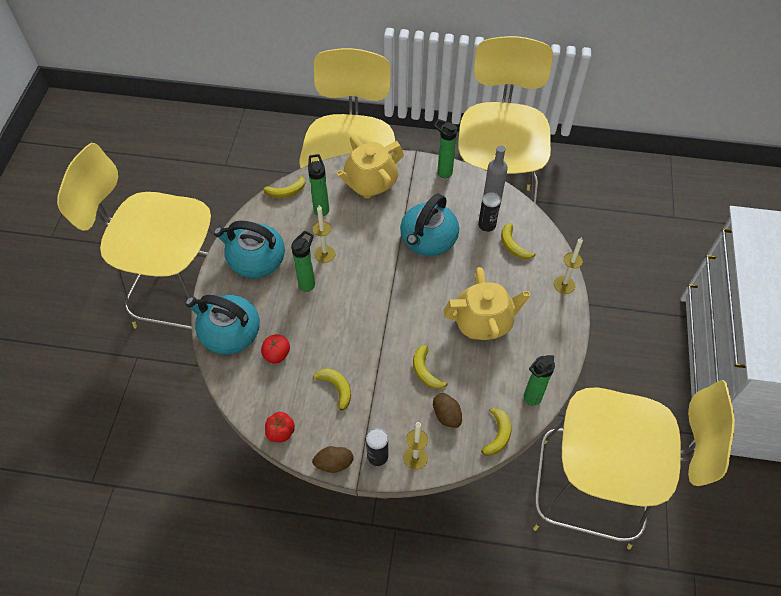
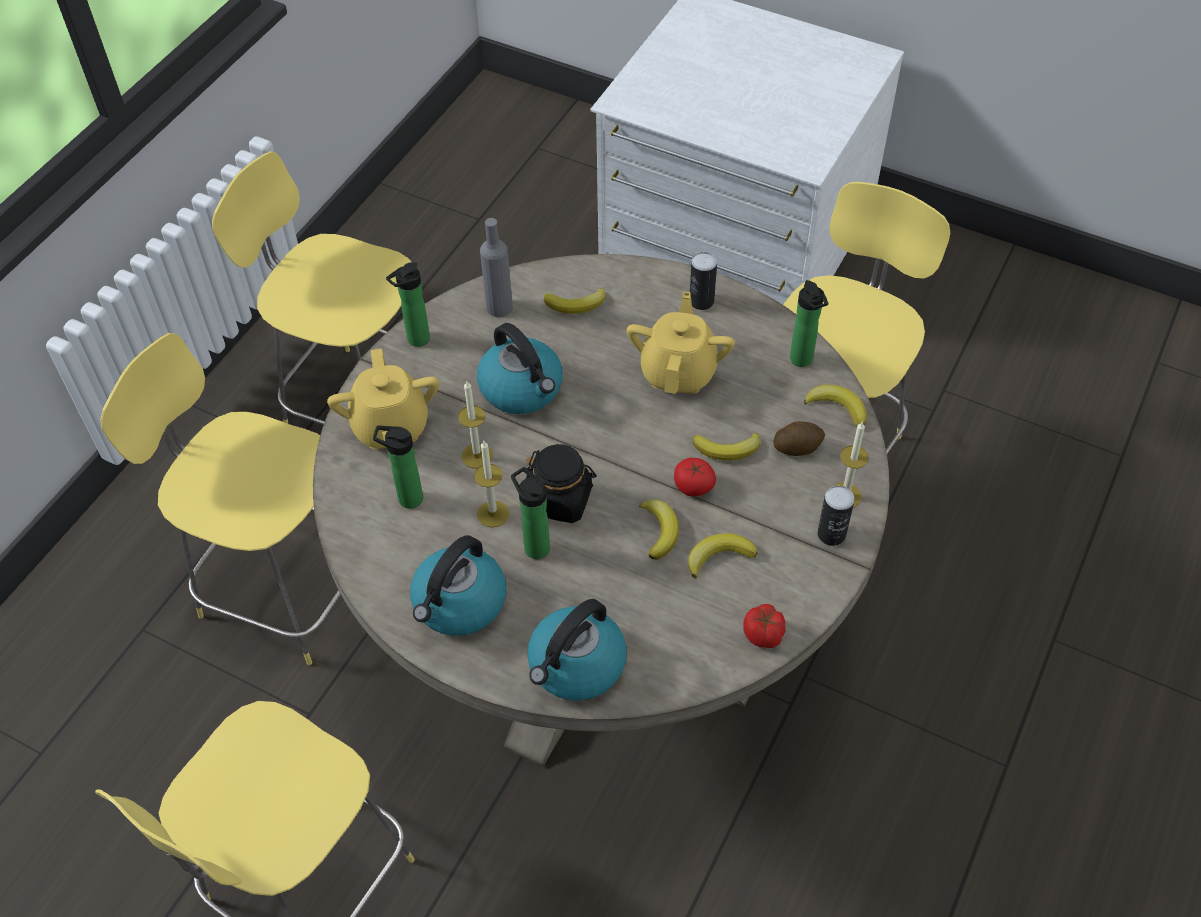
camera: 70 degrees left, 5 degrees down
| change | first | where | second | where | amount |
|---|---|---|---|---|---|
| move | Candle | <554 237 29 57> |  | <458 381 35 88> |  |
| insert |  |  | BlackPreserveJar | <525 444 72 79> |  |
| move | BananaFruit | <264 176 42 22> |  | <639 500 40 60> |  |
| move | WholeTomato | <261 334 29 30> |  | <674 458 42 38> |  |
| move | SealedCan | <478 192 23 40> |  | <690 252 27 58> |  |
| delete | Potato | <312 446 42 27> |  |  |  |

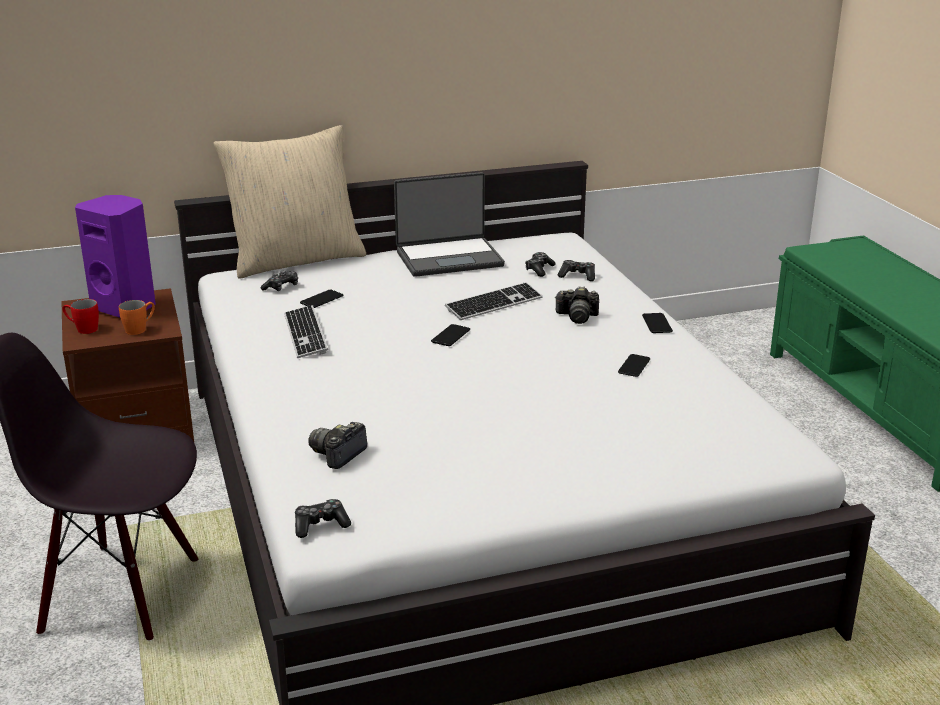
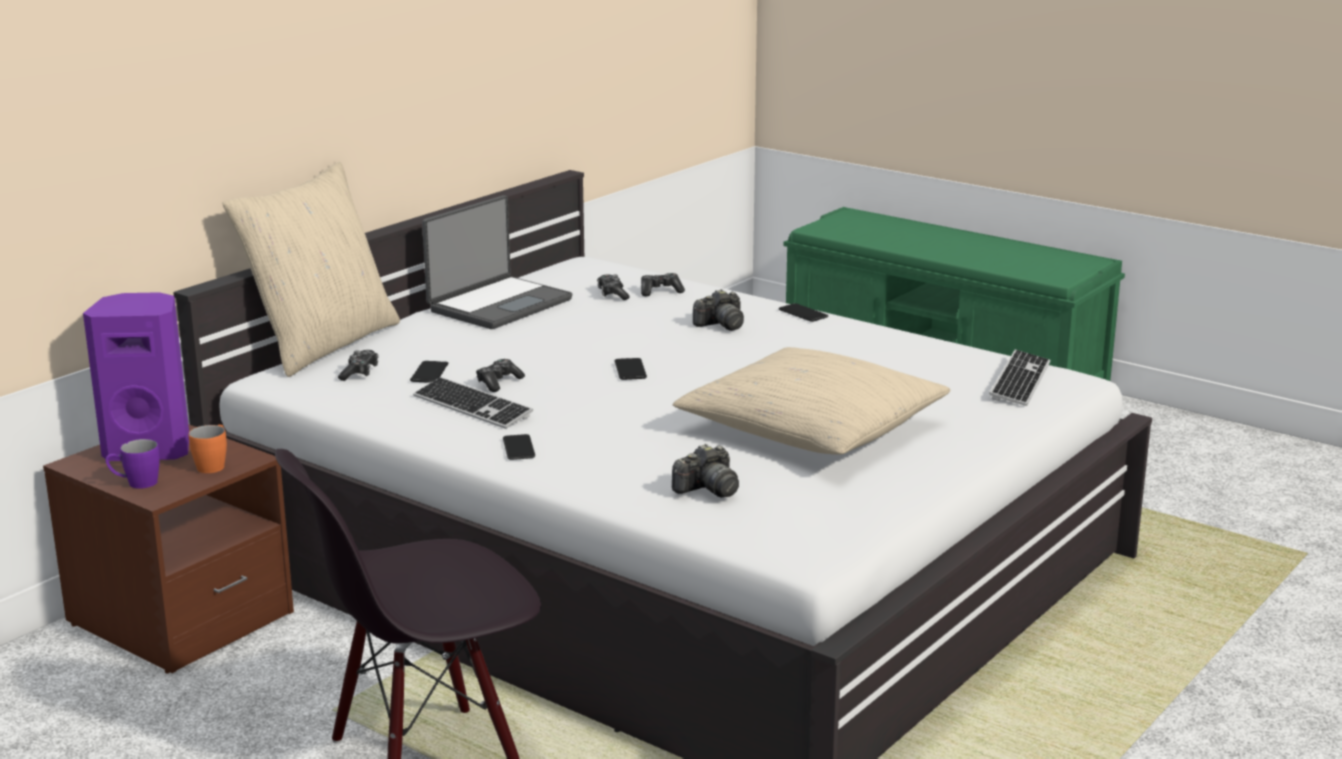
camera: 35 degrees left, 5 degrees down
| change | first | where | second | where | amount |
|---|---|---|---|---|---|
| recolor | ReddishTeaMug | <62 299 37 35> | PurplishTeaMug | <105 439 55 50> |  |
| move | Joypad | <295 499 56 39> |  | <476 359 49 33> |  |
| move | Telephone | <618 354 32 23> |  | <503 434 32 26> |  |
| rotate | StillCamera | <308 422 59 47> |  | <672 444 67 54> | 120 degrees counterclockwise |
| insert |  |  | BeigeThrowPillow | <673 347 277 108> |  |
| move | PcKeyboard | <445 282 98 38> |  | <989 350 62 56> |  |

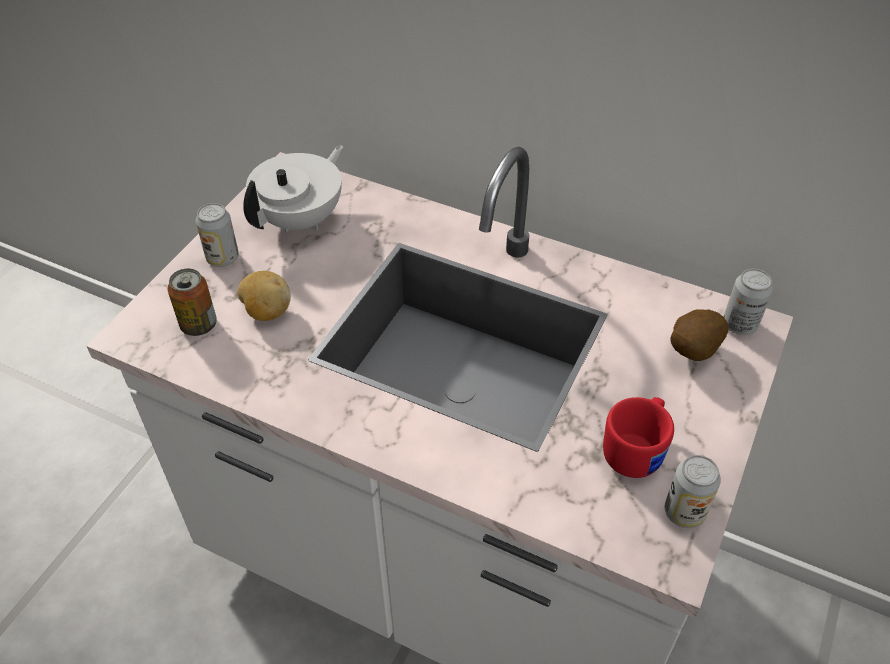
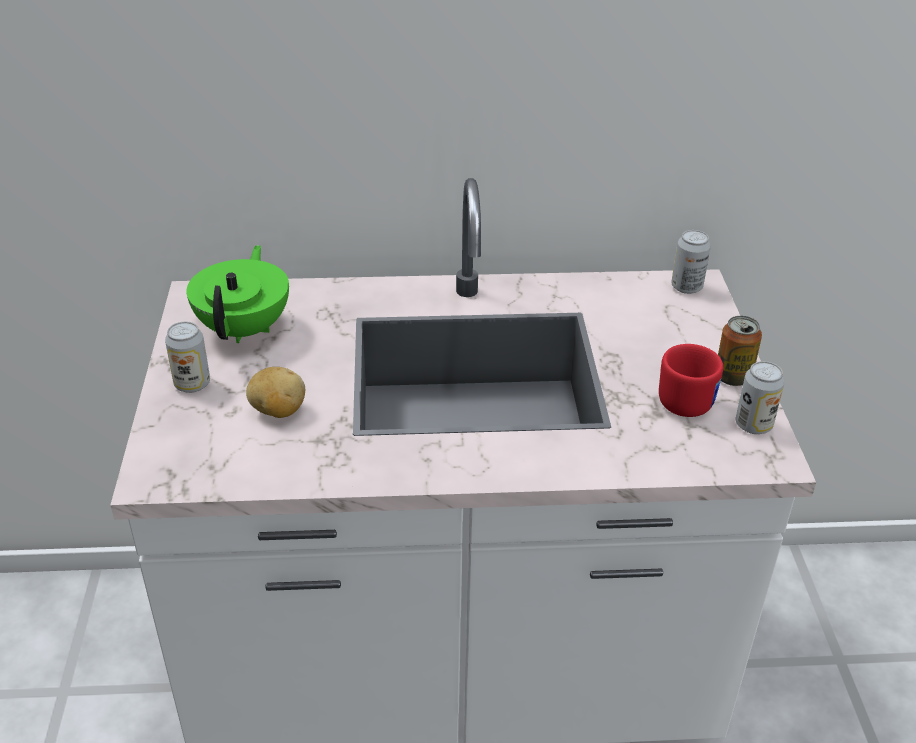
camera: 30 degrees left, 10 degrees down
| change | first | where | second | where | amount |
|---|---|---|---|---|---|
| recolor | WhiteTeapot | <243 145 100 87> | GreenishTeapot | <186 245 103 98> |  |
| move | SealedCan | <168 268 49 68> |  | <718 316 44 70> |  |
| delete | Potato | <670 310 59 51> |  |  |  |

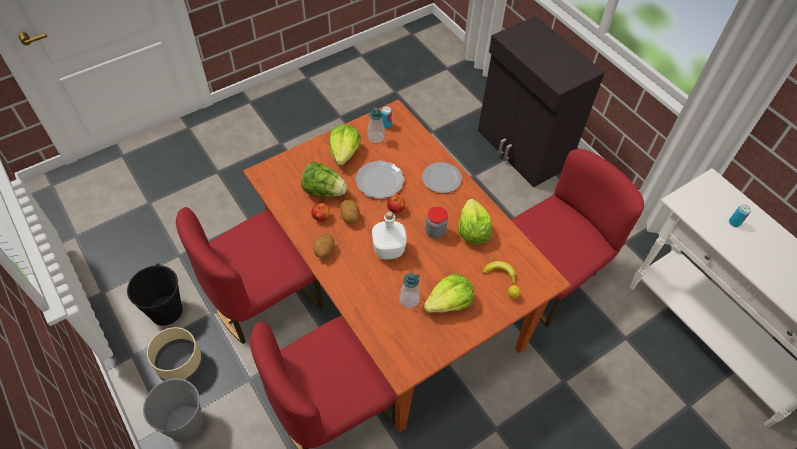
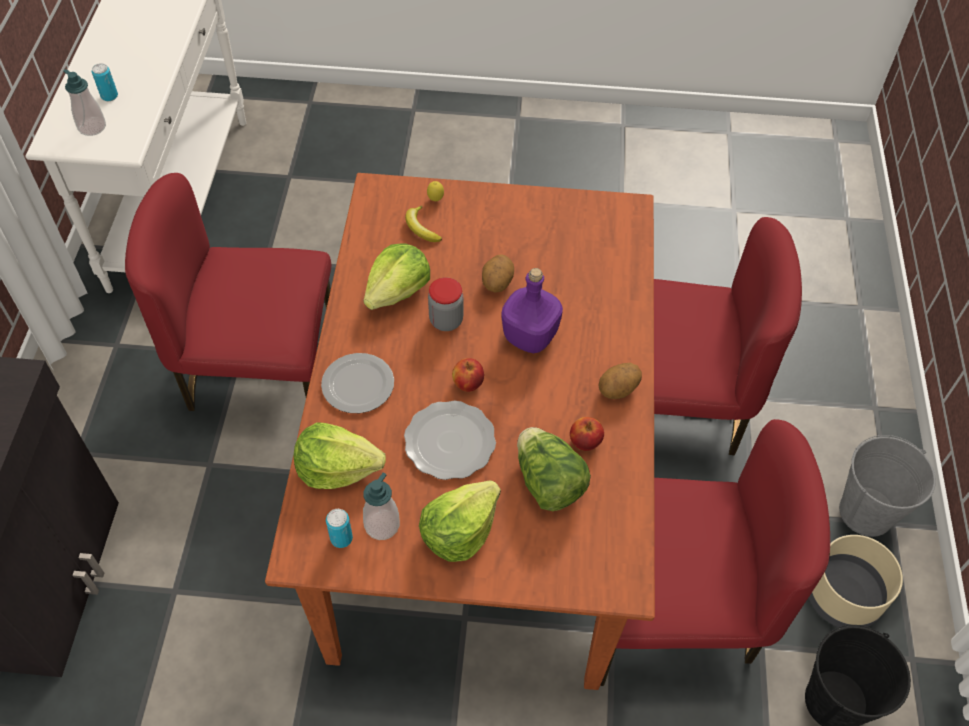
camera: 140 degrees left, 0 degrees up
| change | first | where | second | where | amount |
|---|---|---|---|---|---|
| move | SoapDispenser | <399 273 21 35> |  | <63 69 43 67> |  |
| move | LettuceHead | <424 274 50 39> |  | <294 422 92 67> |  |
| move | Potato | <340 200 20 24> |  | <482 254 32 39> |  |
| recolor | WhiteBottle | <372 211 35 49> | PurplishBottle | <501 268 62 85> |  |

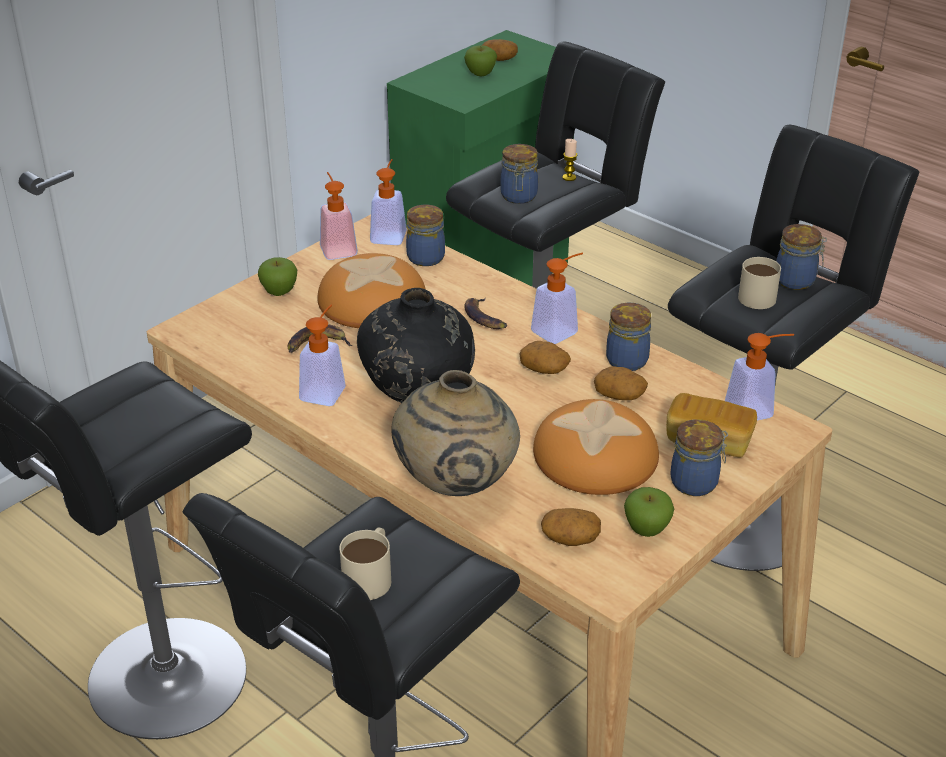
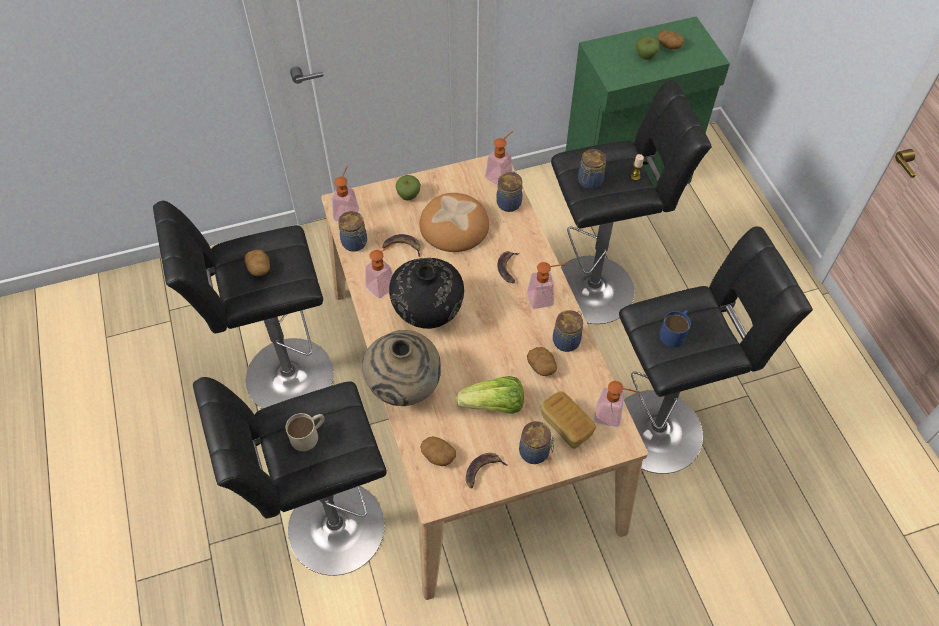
camera: 30 degrees right, 20 degrees up
| change | first | where | second | where | amount |
|---|---|---|---|---|---|
| move | Potato | <520 341 51 33> |  | <245 250 25 27> |  |
| move | SoapDispenser | <320 172 38 88> |  | <332 166 27 55> |  |
| move | PreserveJar | <776 224 51 66> |  | <338 211 29 41> |  |
| replace | Bread | <533 399 126 96> | LettuceHead | <456 376 68 38> |  |
| replace | WholeApple | <624 487 50 50> | BananaFruit | <466 453 42 36> |  |
| recolor | BeigeTeaMug | <738 257 43 52> | BlueTeaMug | <659 310 32 37> |  |

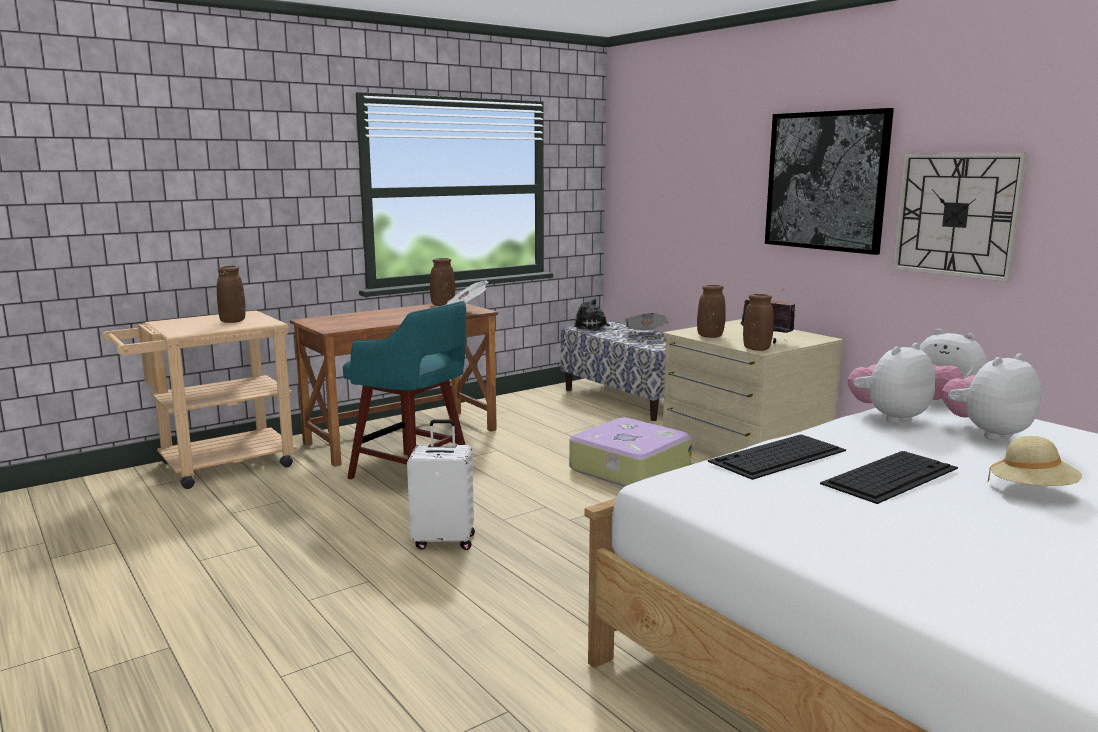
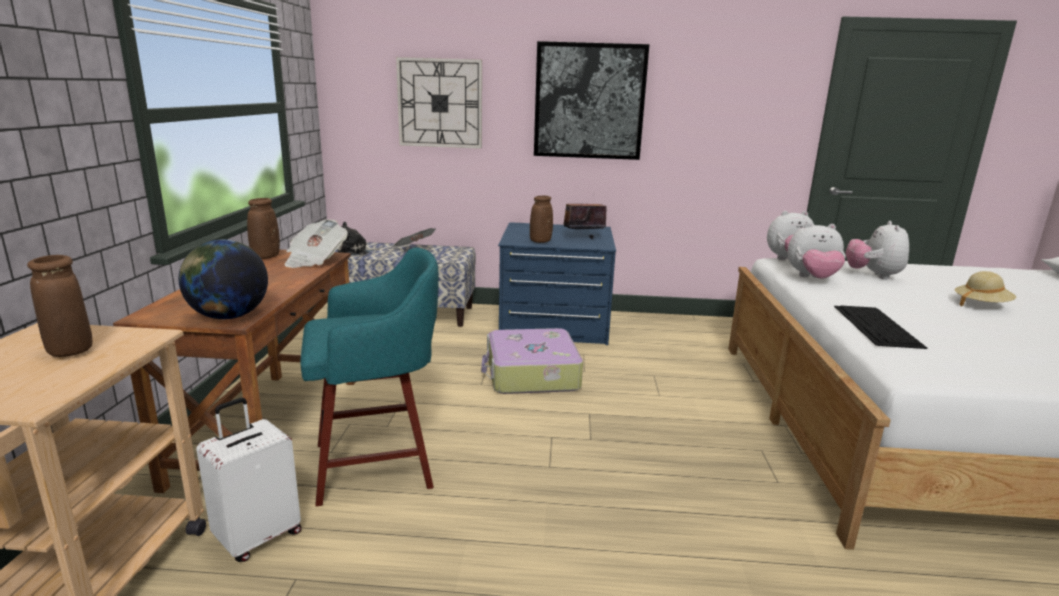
camera: 50 degrees left, 5 degrees up
| change | first | where | second | where | amount |
|---|---|---|---|---|---|
| insert |  |  | WorldGlobe | <179 240 89 79> |  |
| move | WhitePieceOfLuggage | <407 419 68 131> |  | <196 398 105 164> |  |
| move | WallClock | <893 152 135 130> |  | <396 57 86 92> |  |
| recolor | BeigeDresser | <663 319 180 138> | BlueDresser | <498 222 118 123> |  |
| rotate | PlushToy | <848 343 87 81> |  | <788 223 58 56> | 90 degrees counterclockwise |
| delete | BrownFlowerVase | <743 294 31 57> |  |  |  |
| delete | PcKeyboard | <820 451 138 53> |  |  |  |

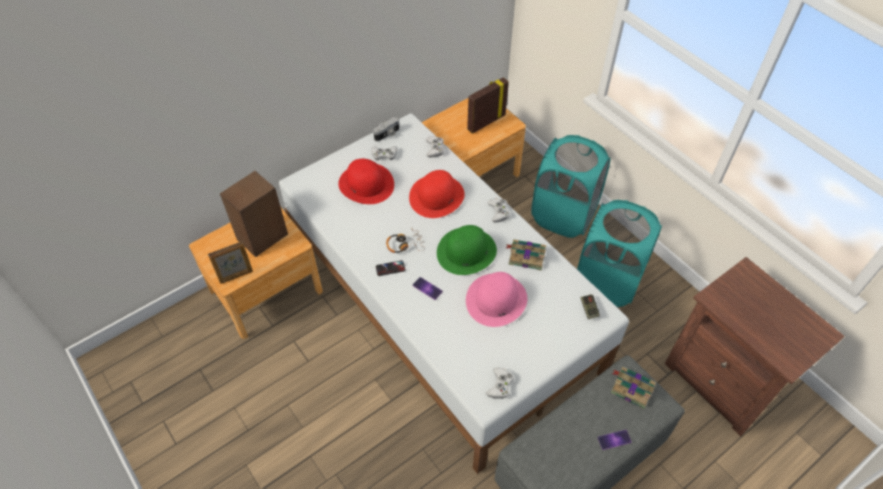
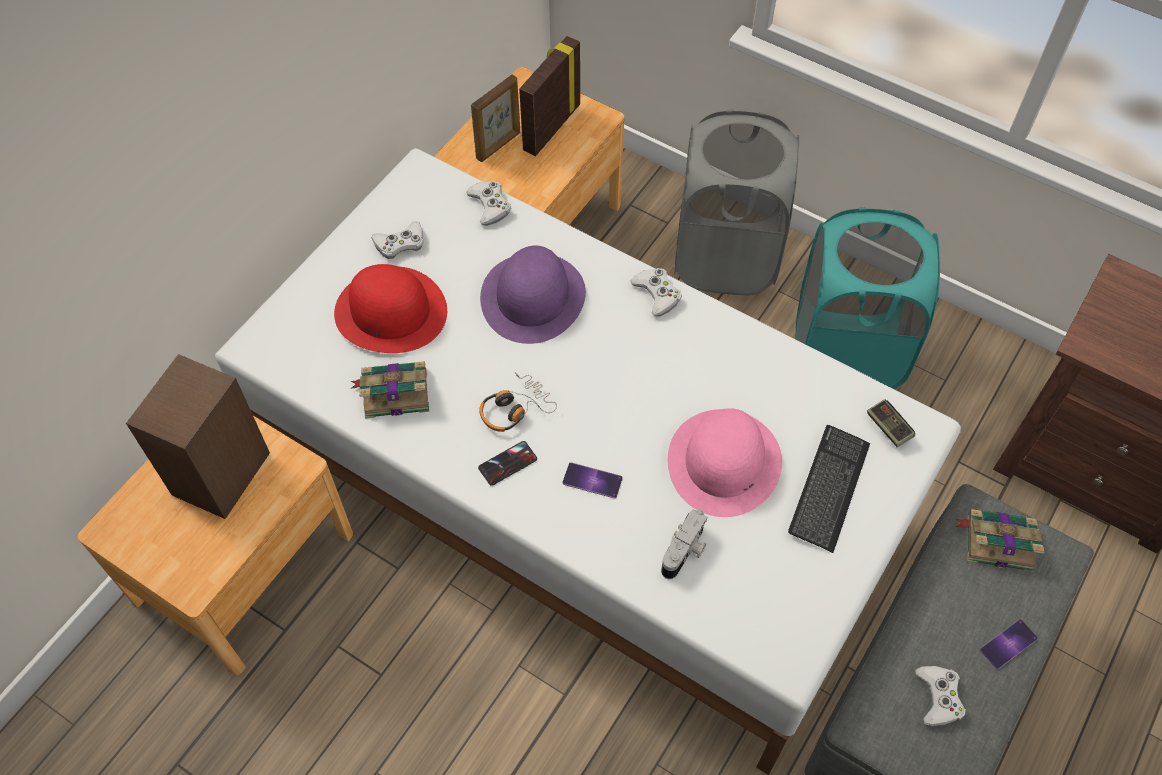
camera: 20 degrees left, 5 degrees up
| change | first | where | second | where | amount |
|---|---|---|---|---|---|
| move | BoundBook | <506 239 40 32> |  | <351 361 78 58> |  |
| move | StandingFrame | <208 241 45 43> |  | <471 74 49 88> |  |
| recolor | ReddishHat | <409 170 56 48> | PurplishHat | <480 246 106 98> |  |
| move | StillCamera | <373 117 26 24> |  | <661 509 46 70> |  |
| recolor | TurquoiseWashingBasket | <531 135 79 103> | GreyWashingBasket | <675 110 124 185> |  |
| insert |  |  | PcKeyboard | <788 425 82 128> |  |
| move | WhiteJoypad | <486 367 28 32> |  | <915 666 51 61> |  |
| delete | GreenishHat | <437 225 60 50> |  |  |  |

